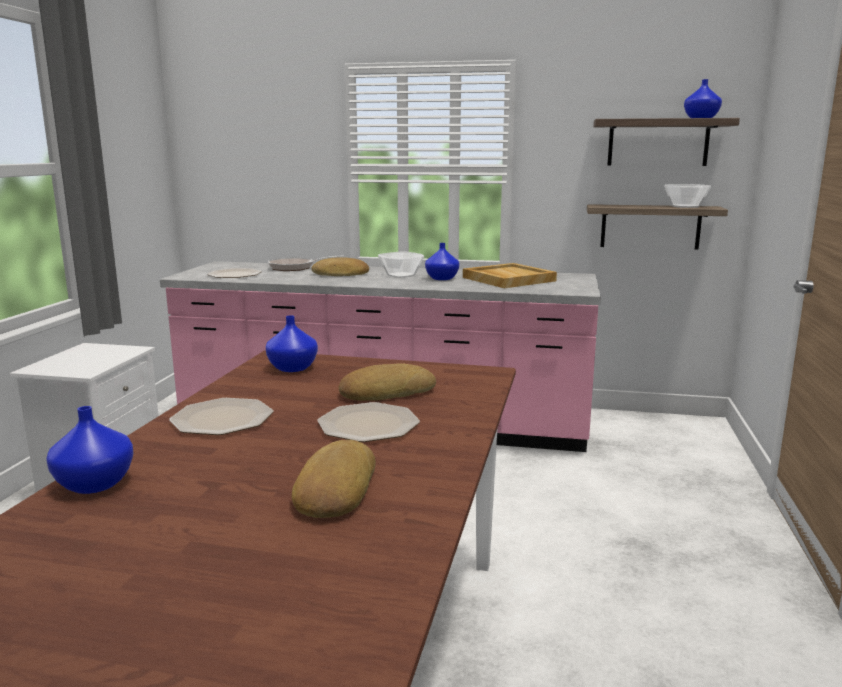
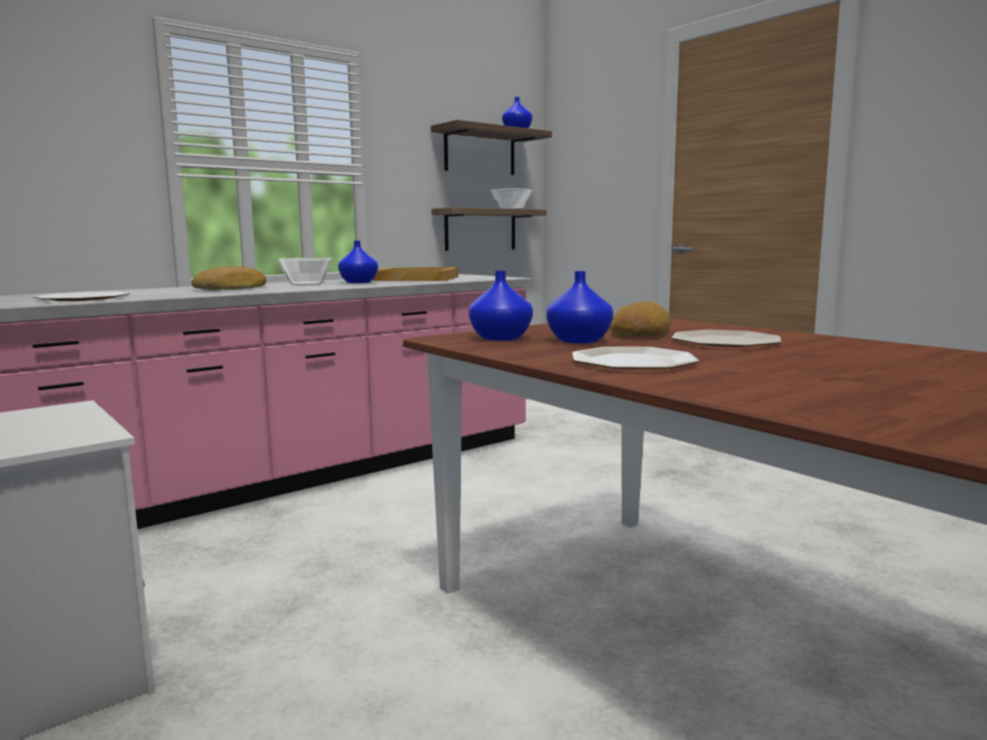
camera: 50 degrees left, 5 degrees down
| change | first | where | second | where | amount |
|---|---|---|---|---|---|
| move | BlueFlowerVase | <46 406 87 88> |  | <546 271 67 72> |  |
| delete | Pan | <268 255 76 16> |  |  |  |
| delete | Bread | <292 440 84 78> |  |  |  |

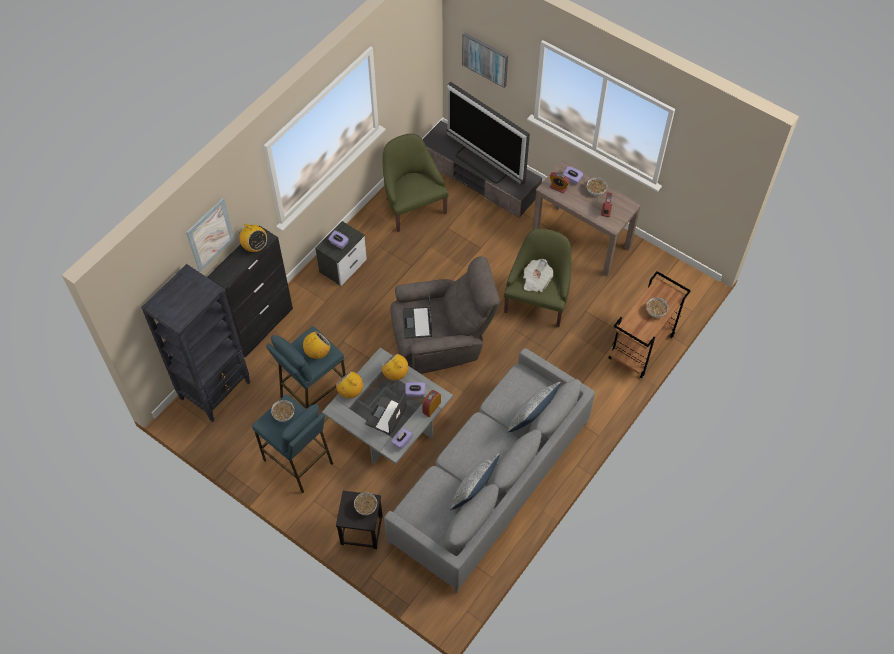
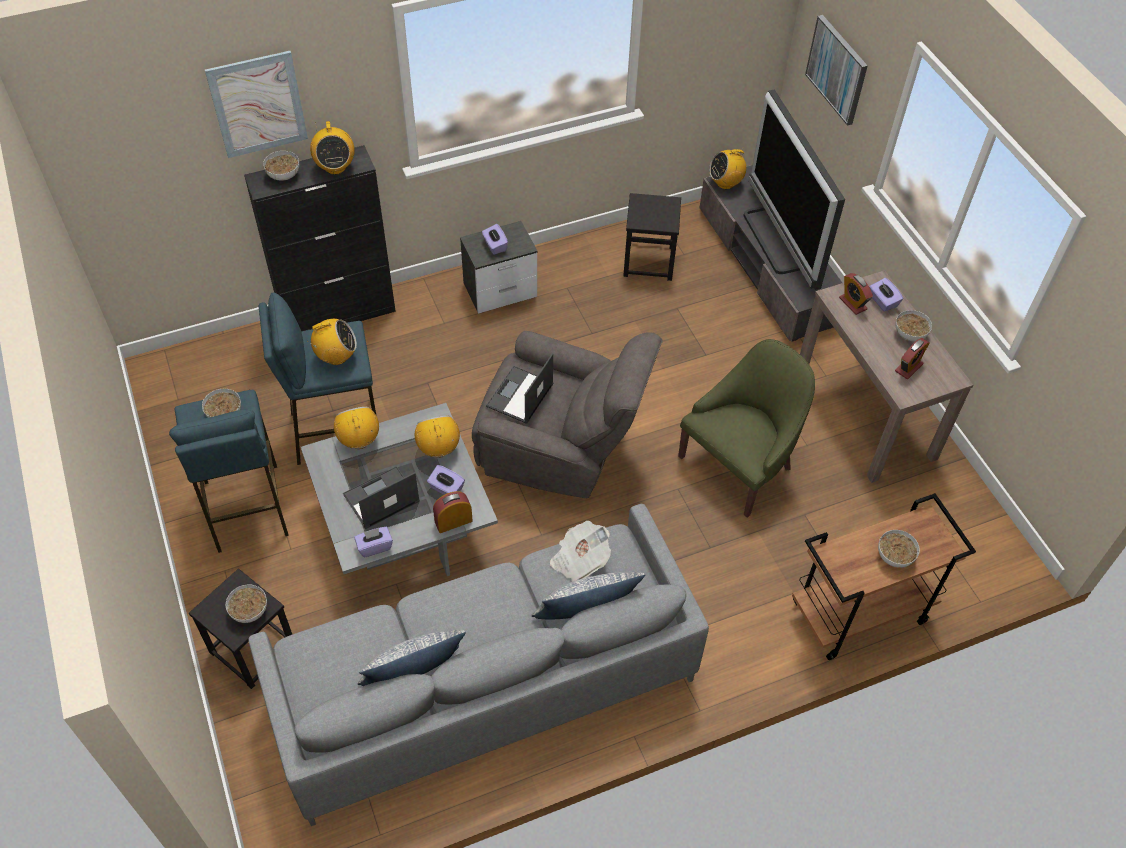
camera: 30 degrees right, 5 degrees down
| change | first | where | second | where | amount |
|---|---|---|---|---|---|
| insert |  |  | DeepDish | <263 151 36 30> |  |
| move | Newspaper | <523 259 30 33> |  | <550 521 61 61> |  |
| replace | GreenishEasyChair | <382 134 67 98> | BlackSittingStool | <623 193 58 88> |  |
| insert |  |  | Radio | <709 149 37 40> |  |
| delete | BlackShelvingUnit | <141 264 109 159> |  |  |  |

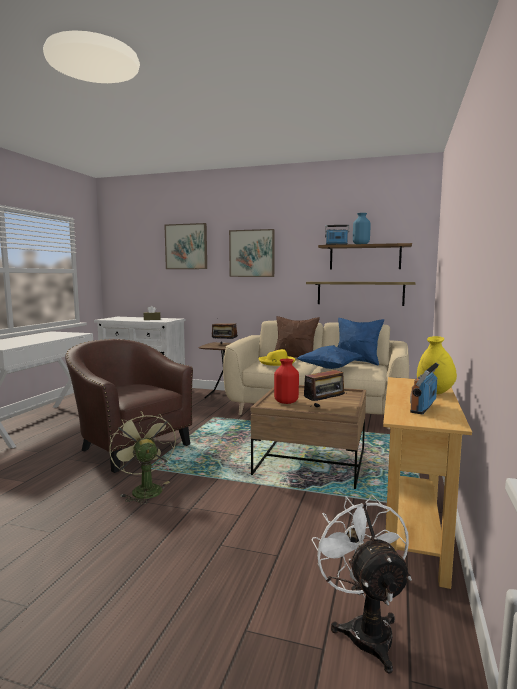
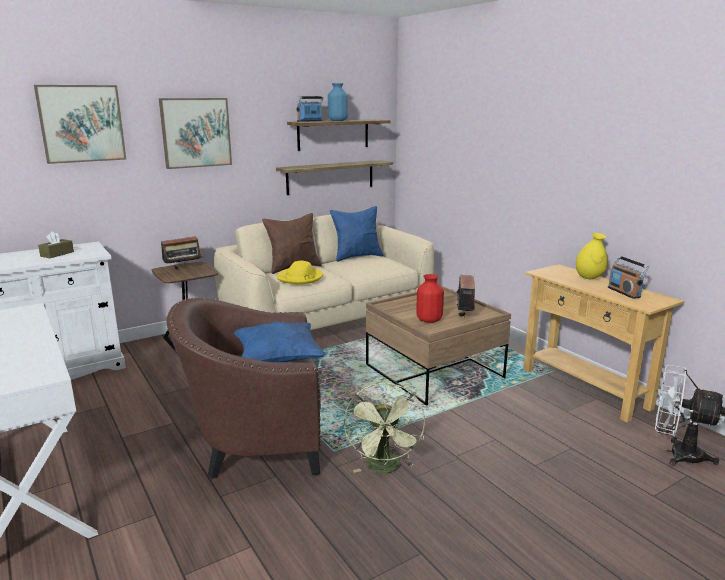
camera: 50 degrees left, 10 degrees up
| change | first | where | second | where | amount |
|---|---|---|---|---|---|
| move | BlueThrowPillow | <297 345 65 24> |  | <234 321 92 41> |  |
| rotate | GreenishElectricFan | <109 411 67 93> |  | <344 382 81 92> | 105 degrees counterclockwise |

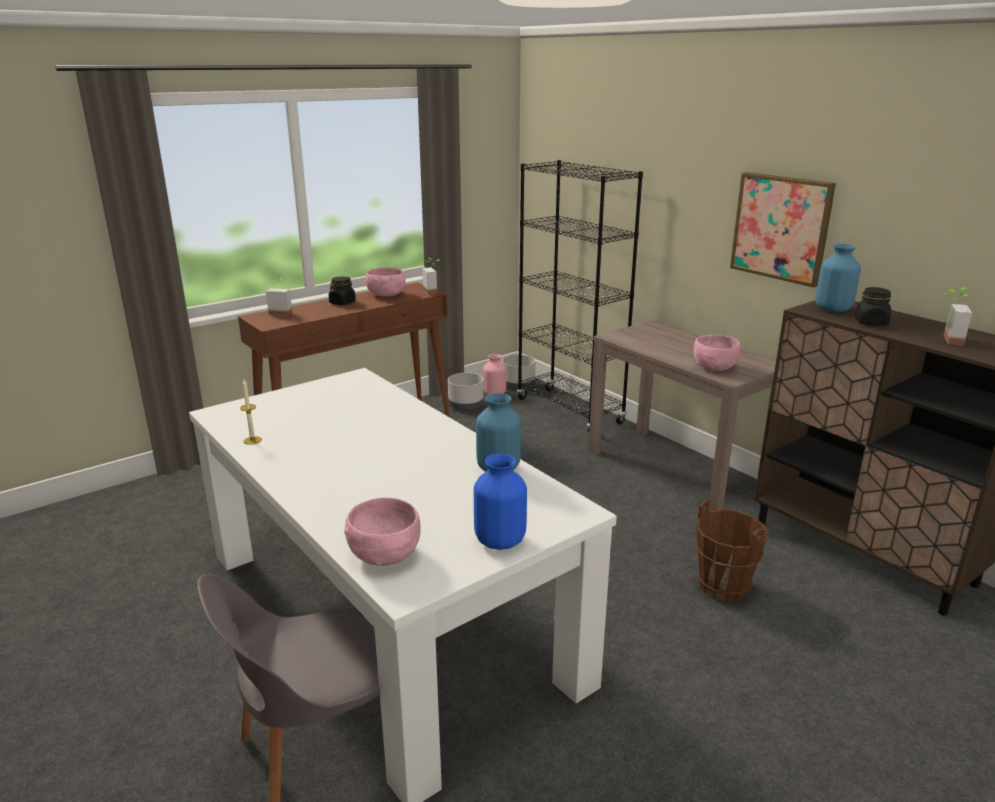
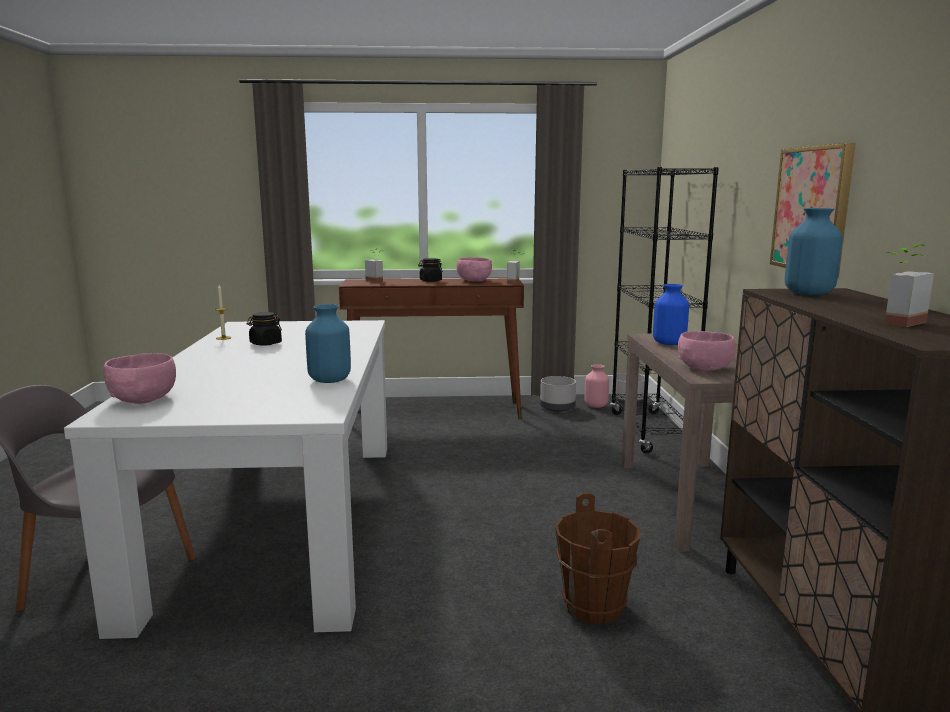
camera: 35 degrees right, 10 degrees down
| change | first | where | second | where | amount |
|---|---|---|---|---|---|
| move | BlackPreserveJar | <855 287 36 39> |  | <247 312 35 34> |  |
| move | BlueFlowerVase | <474 454 53 96> |  | <653 284 36 61> |  |

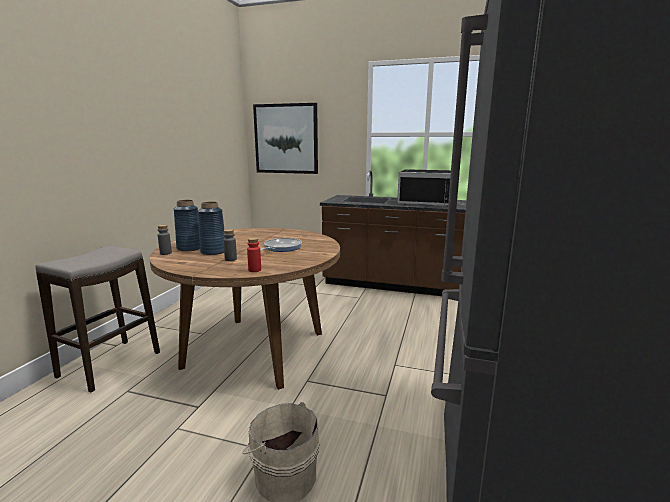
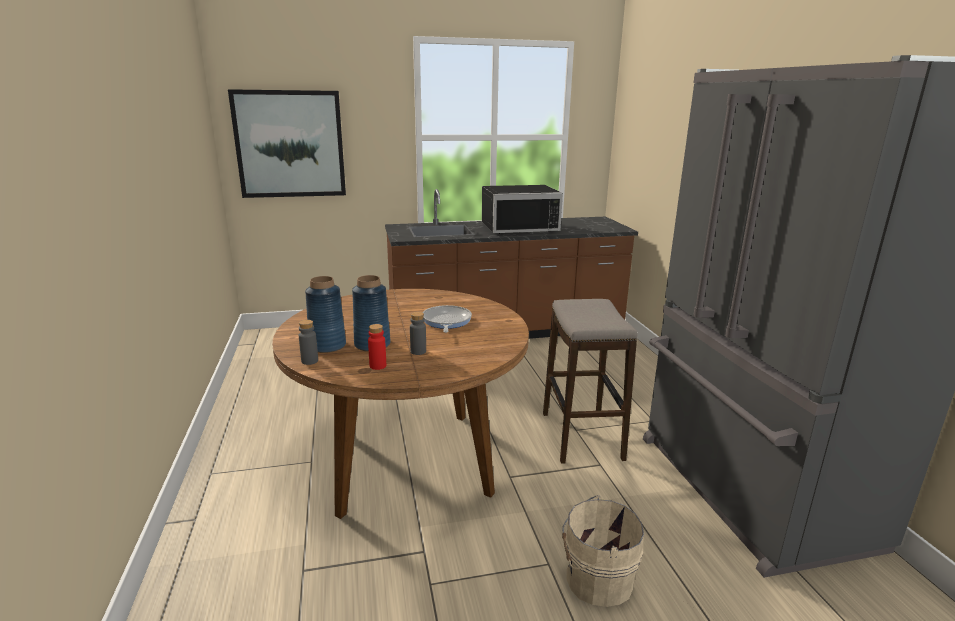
camera: 30 degrees left, 5 degrees up
| change | first | where | second | where | amount |
|---|---|---|---|---|---|
| move | ReddishBottle | <247 237 14 35> |  | <368 324 18 46> |  |
| move | SittingStool | <36 246 124 146> |  | <543 299 95 165> |  |

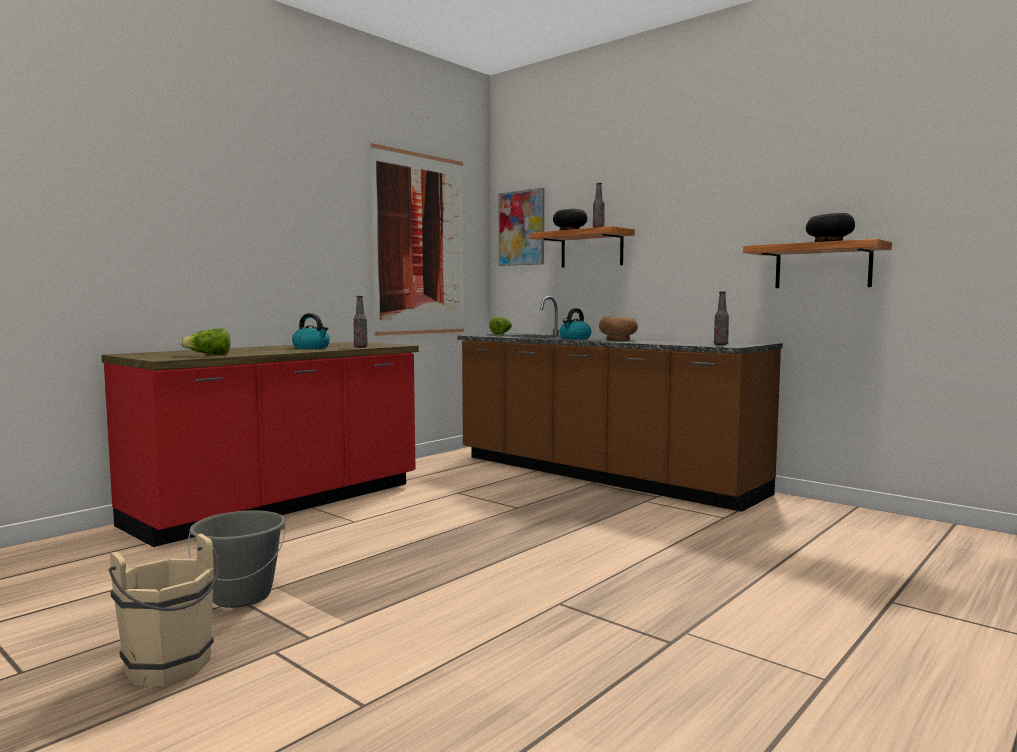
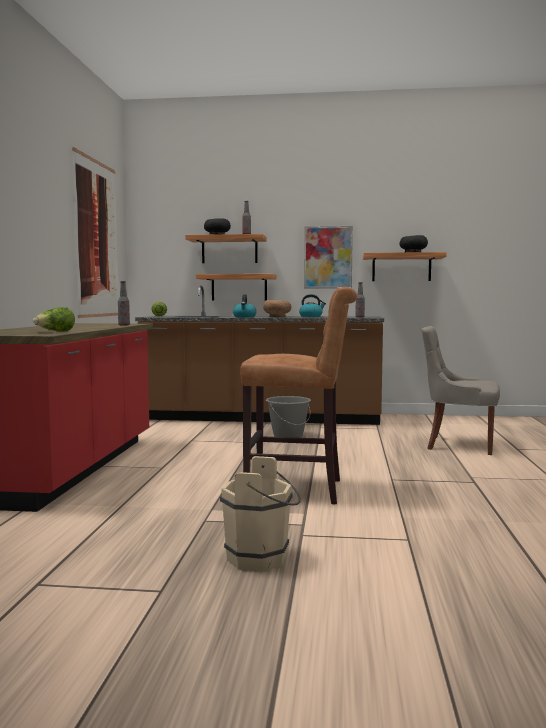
camera: 35 degrees left, 0 degrees up
| change | first | where | second | where | amount |
|---|---|---|---|---|---|
| insert |  |  | BracketShelf | <196 274 80 27> |  |
| insert |  |  | BrownSittingStool | <240 287 117 218> |  |
| move | GreyBucket | <188 510 98 98> |  | <266 396 45 42> |  |
| move | TeaKettle | <292 313 38 36> |  | <299 294 27 23> |  |
| move | WallArt | <499 188 45 78> |  | <304 226 49 62> |  |
| insert |  |  | GreyPlainChair | <421 326 79 129> |  |

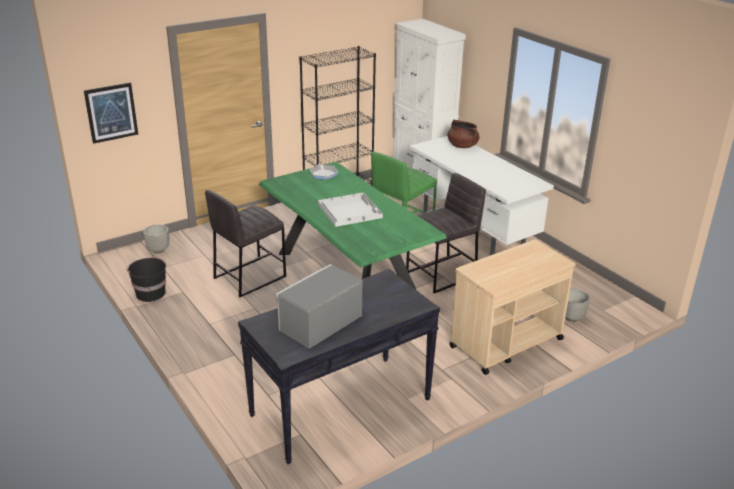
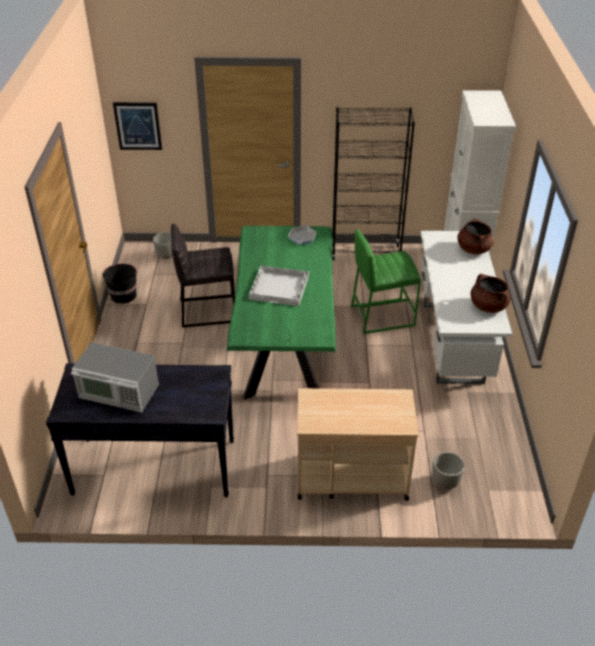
camera: 35 degrees right, 10 degrees up
| change | first | where | second | where | amount |
|---|---|---|---|---|---|
| rotate | KitchenMicrowave | <275 264 87 85> |  | <71 342 88 70> | 150 degrees counterclockwise |
| insert |  |  | BrownSaucepot | <470 274 41 39> |  |
| delete | GreySittingStool | <406 173 80 121> |  |  |  |

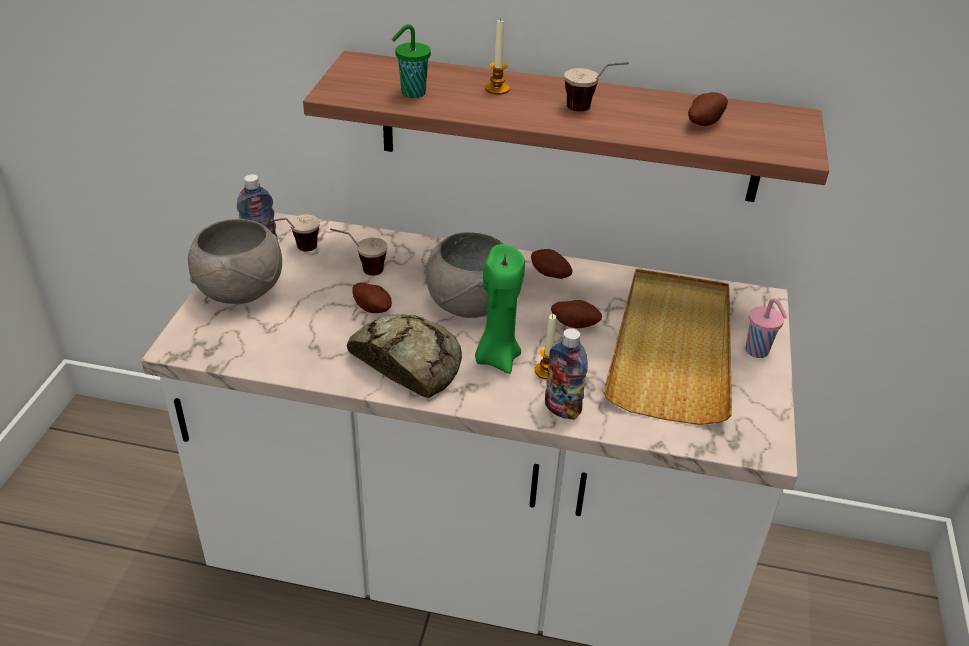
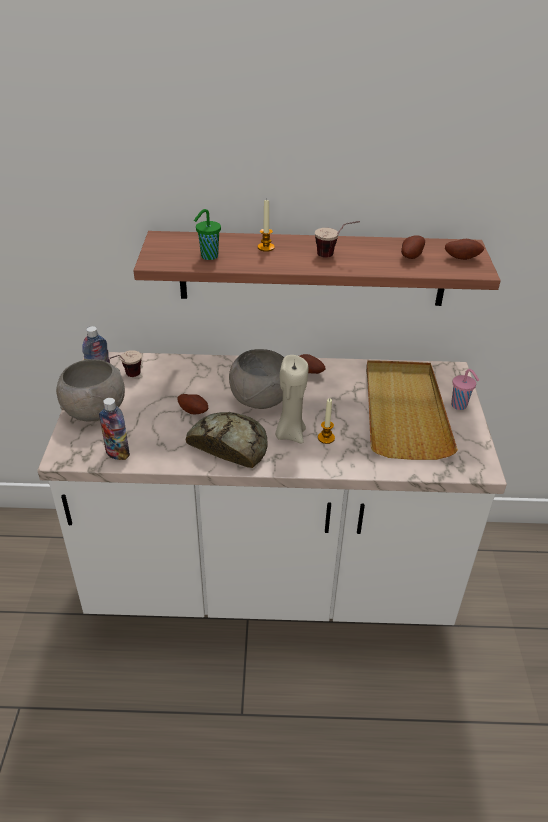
camera: 10 degrees left, 0 degrees up
| change | first | where | second | where | amount |
|---|---|---|---|---|---|
| move | Bottle | <545 328 43 92> |  | <99 398 31 62> |  |
| recolor | GreenishCandle | <475 244 50 130> | BeigeCandle | <275 355 33 88> |  |
| move | Potato | <551 300 51 28> |  | <445 239 39 21> |  |
| delete | Cup | <330 228 57 48> |  |  |  |

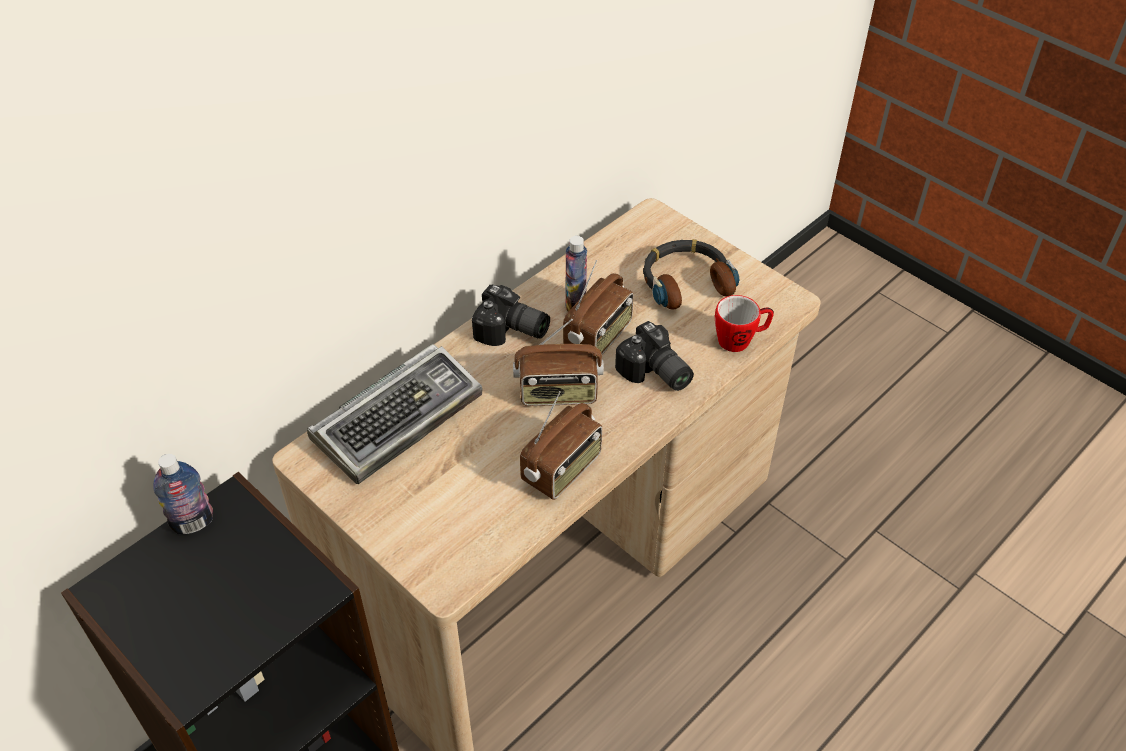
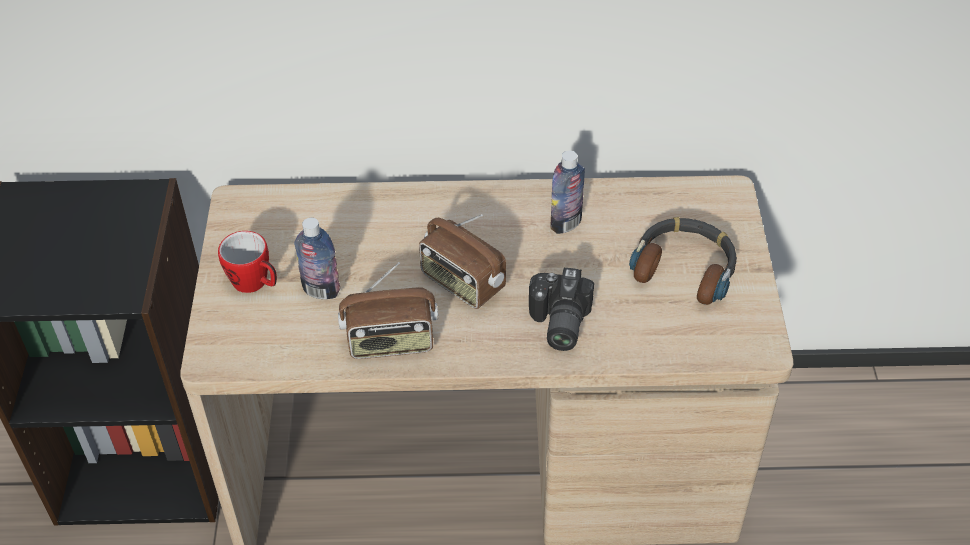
camera: 45 degrees right, 0 degrees up
| change | first | where | second | where | amount |
|---|---|---|---|---|---|
| move | TeaMug | <715 295 59 57> |  | <218 231 59 62> |  |
| move | Bottle | <153 454 60 80> |  | <294 218 46 81> |  |
| delete | PcKeyboard | <307 344 175 140> |  |  |  |
| delete | StillCamera | <472 285 78 61> |  |  |  |
| delete | Radio | <563 260 71 99> |  |  |  |

